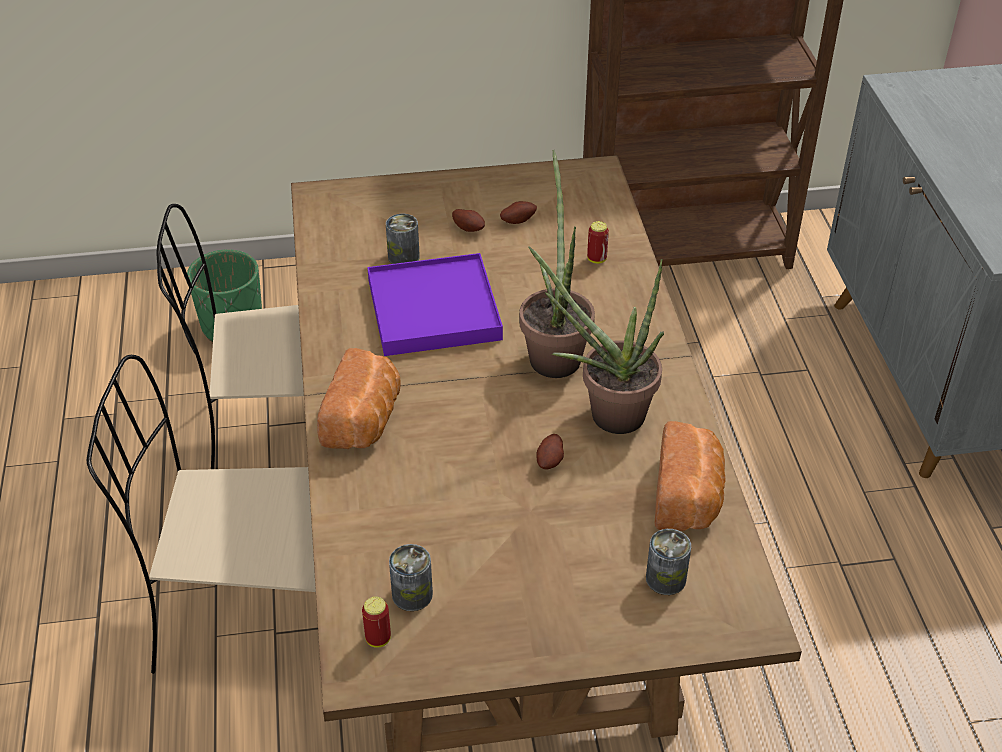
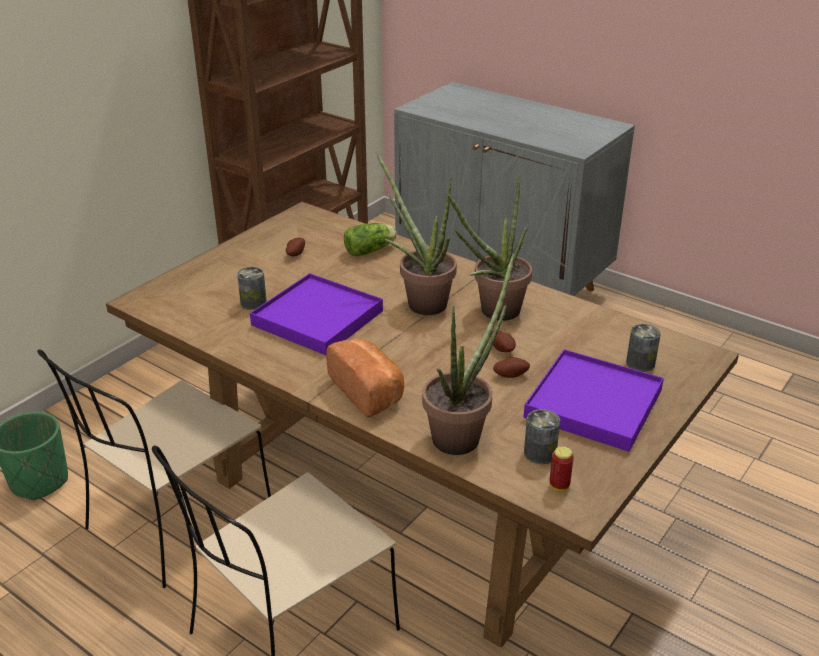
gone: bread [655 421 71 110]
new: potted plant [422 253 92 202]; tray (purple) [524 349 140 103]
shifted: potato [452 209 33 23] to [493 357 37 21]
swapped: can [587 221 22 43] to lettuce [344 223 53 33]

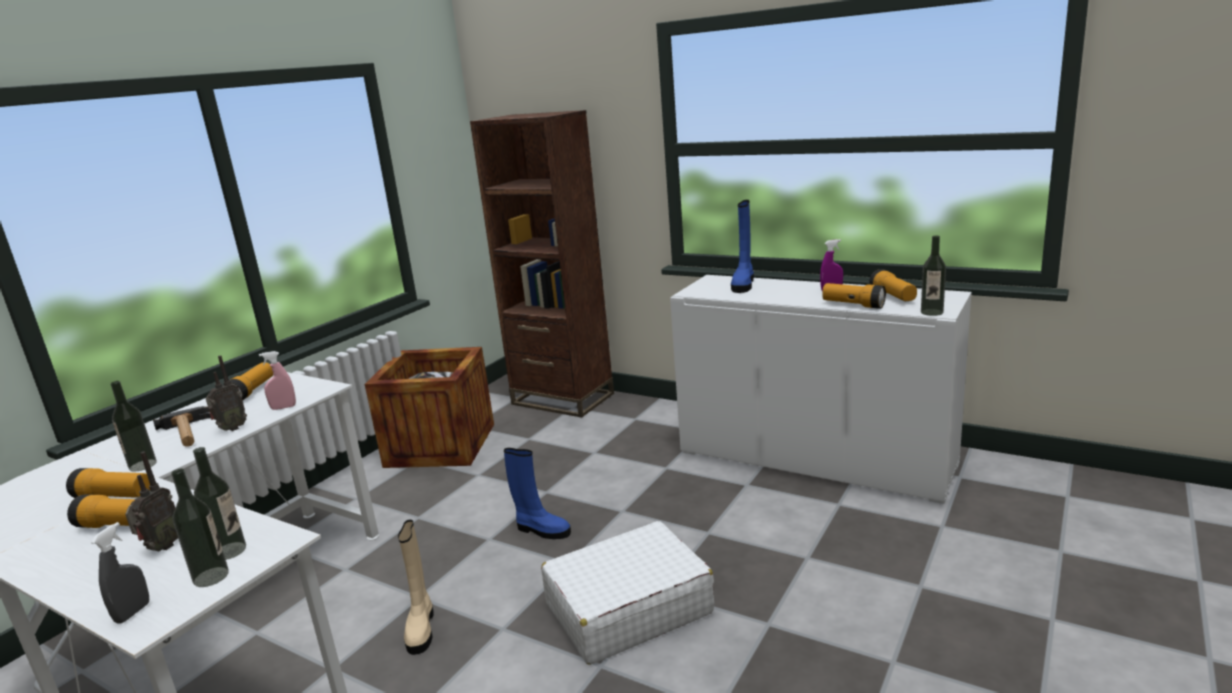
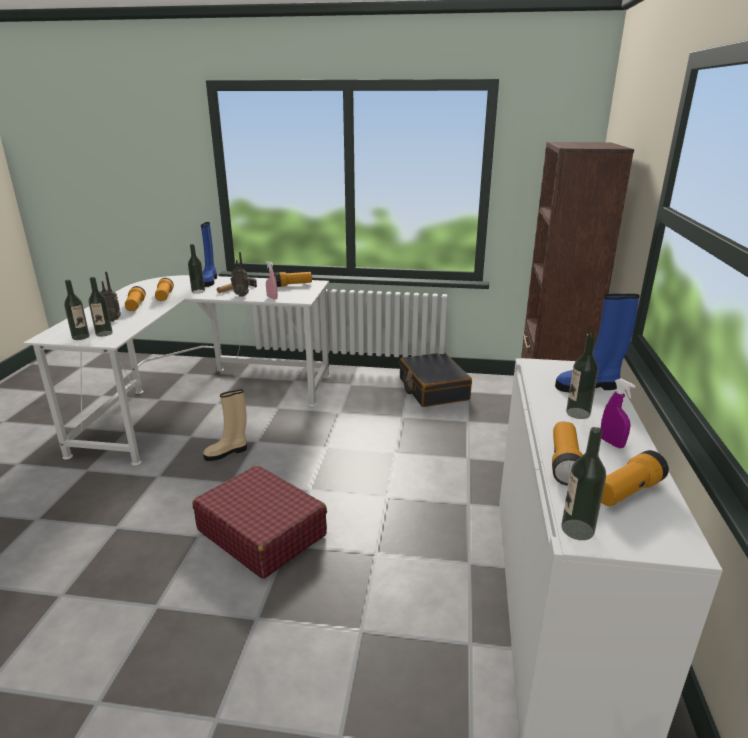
gone: spray bottle (grey) [91 522 58 102]
new: bottle [566 333 33 86]
shifted: boot (blue) [504 448 67 91] to [201 222 16 65]
swapped: crate [365 347 129 121] to suitcase (black) [399 353 73 54]
repainted: suitcase (white) [541 521 173 144] to suitcase (red) [193 465 134 114]

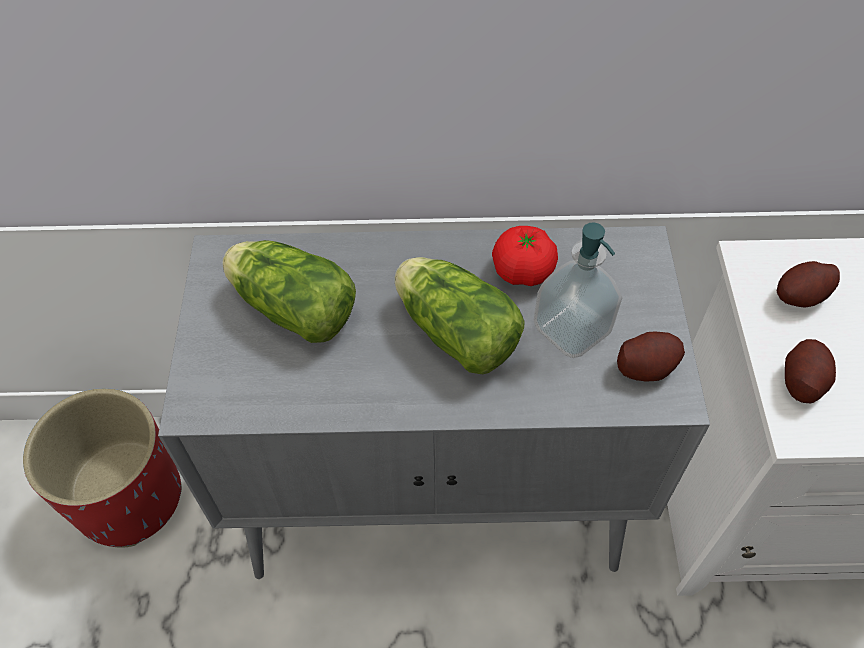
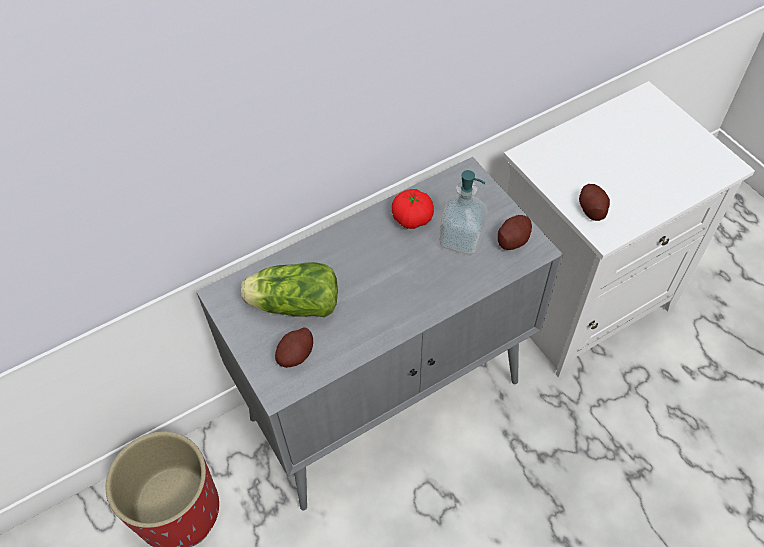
gone: lettuce [395 257 130 117]
shifted: potato [777 261 63 46] to [275 327 38 41]

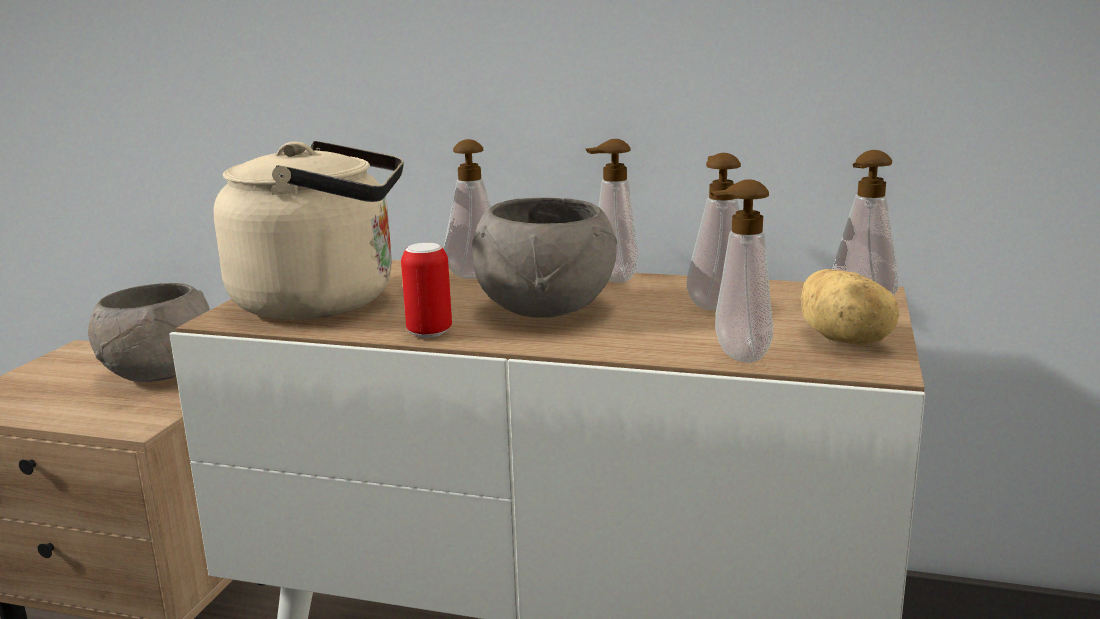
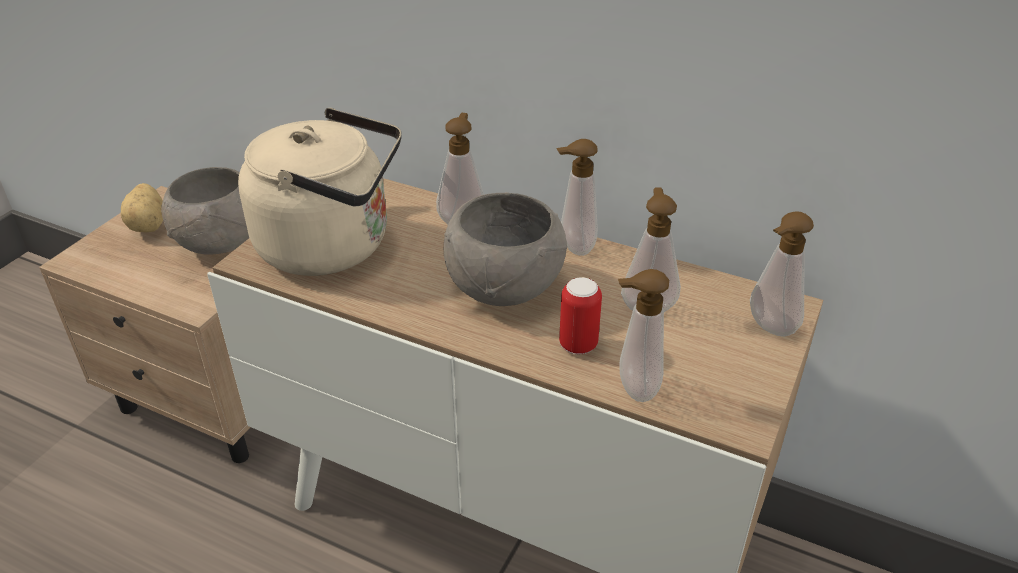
shifted: potato [801 269 98 76] to [121 183 42 50]; can [401 243 51 95] to [559 277 43 77]

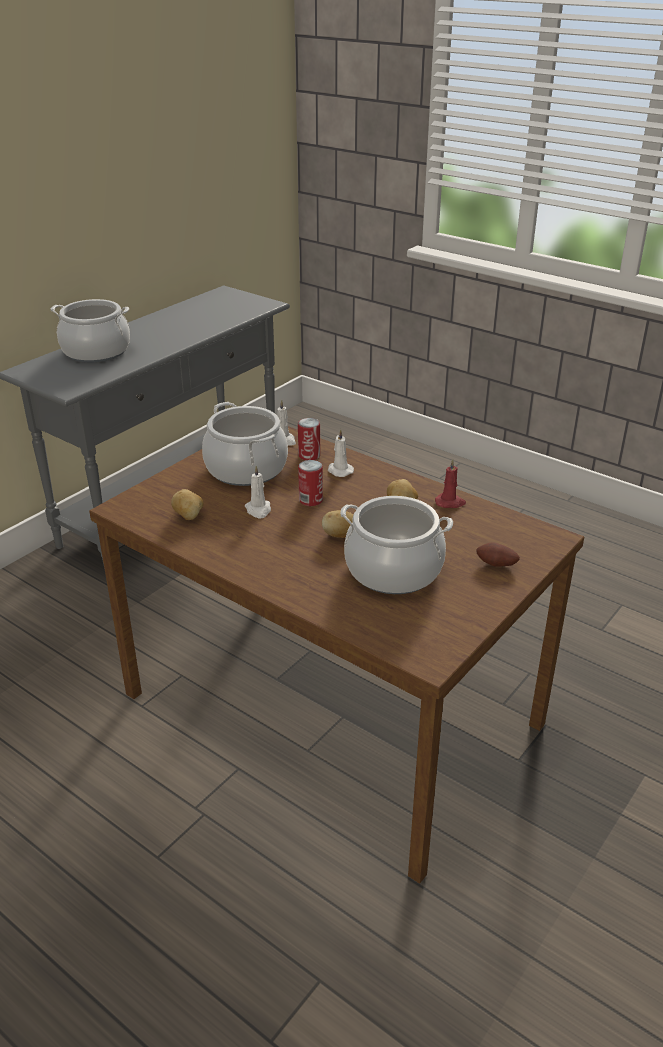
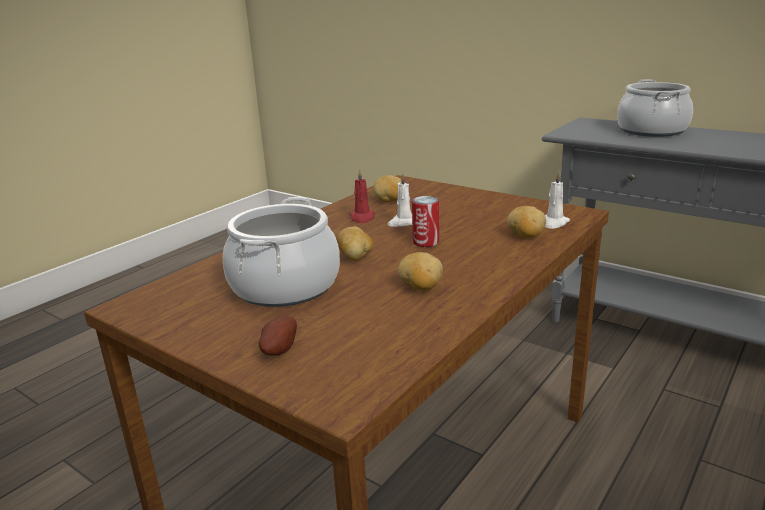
gone: cooking pot [202 402 86 84]; candle (white) [328 429 26 48]
shifted: candle (red) [435 459 31 49] to [350 169 25 54]
swapped: can [298 418 22 42] to potato [507 206 39 32]

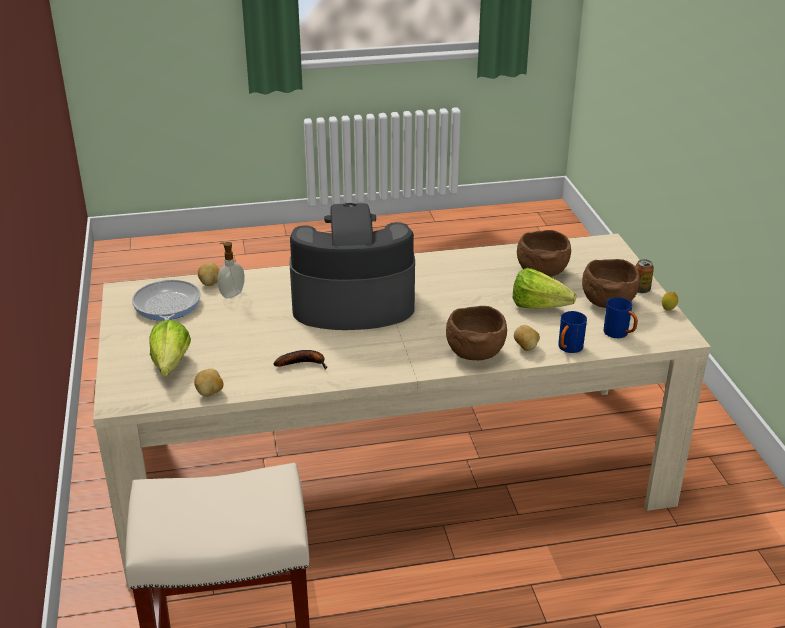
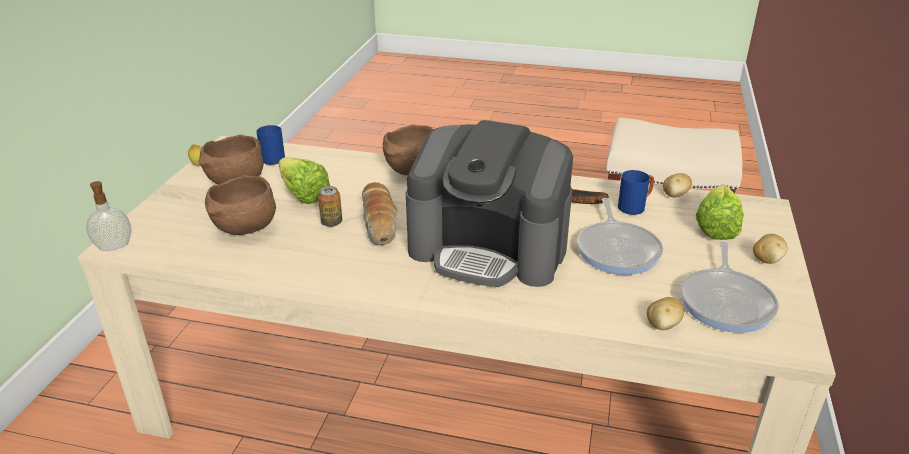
new: bread [362 182 35 63]; frying pan [577 198 86 77]
shifted: soap dispenser [217 242 28 57] to [86 181 45 70]; can [635 259 19 34] to [318 186 24 41]; mug (blue) [558 311 29 42] to [618 170 36 45]; potato [514 325 26 26] to [753 234 35 30]

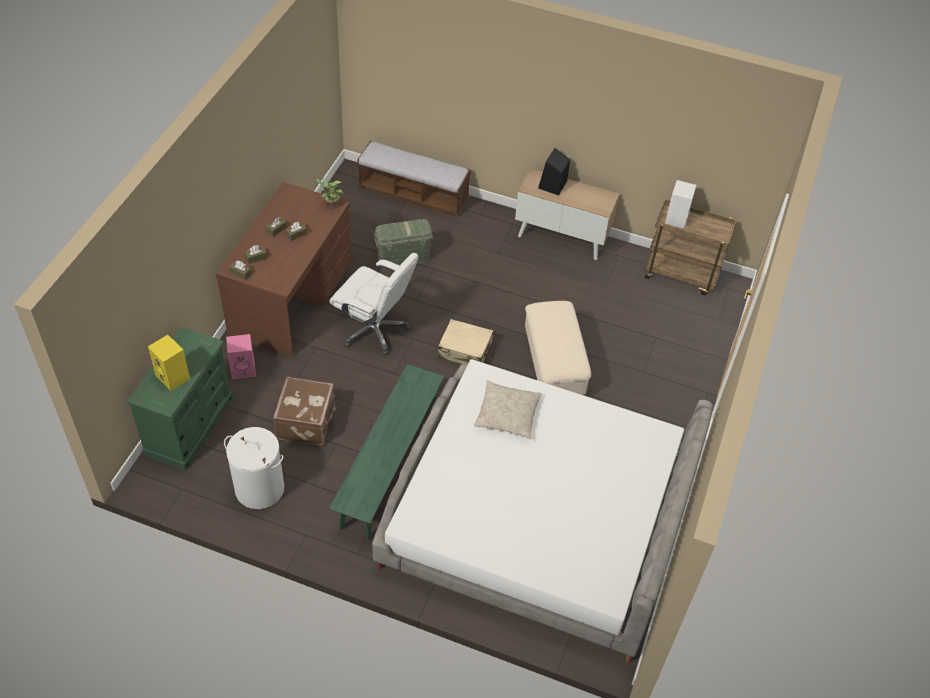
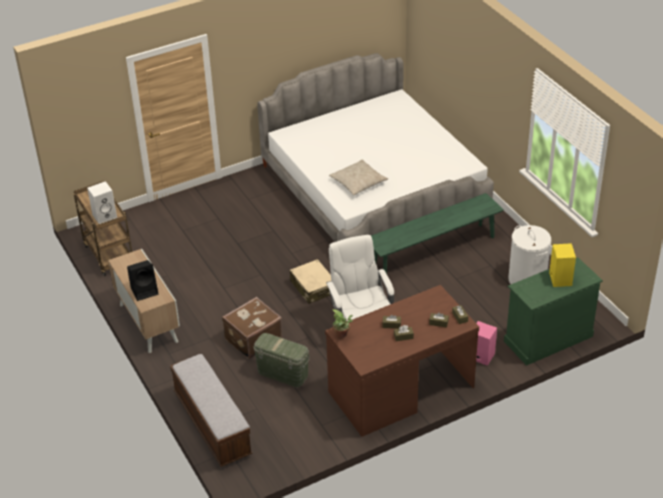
gone: ottoman (beige) [525 301 66 94]
shifted: suitcase (brown) [273 377 64 68] to [222 297 60 62]

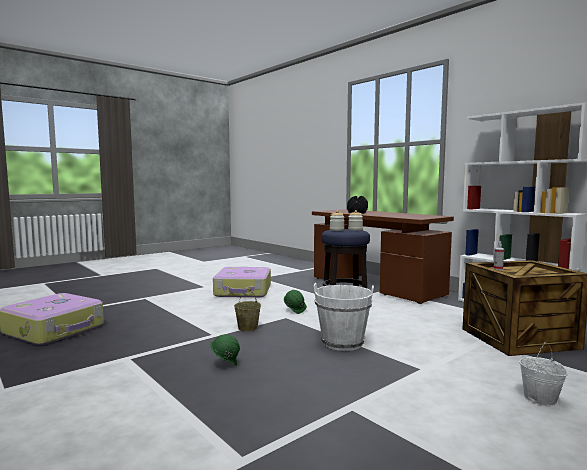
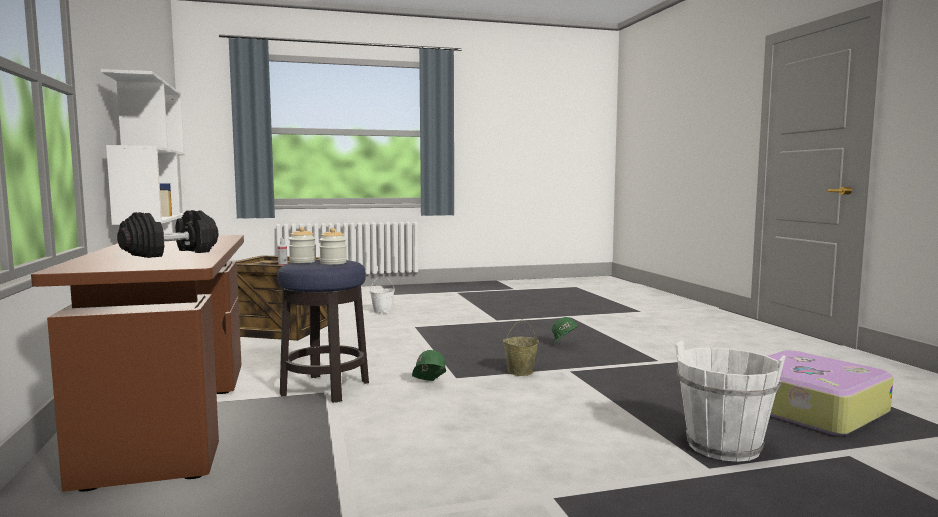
gone: suitcase [213 267 58 30]
shifted: bucket (white) [313 283 61 68] to [675 341 111 121]

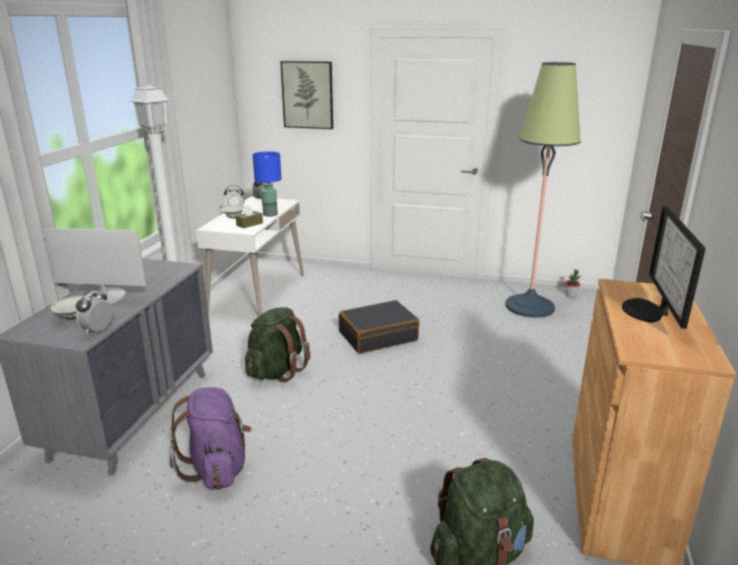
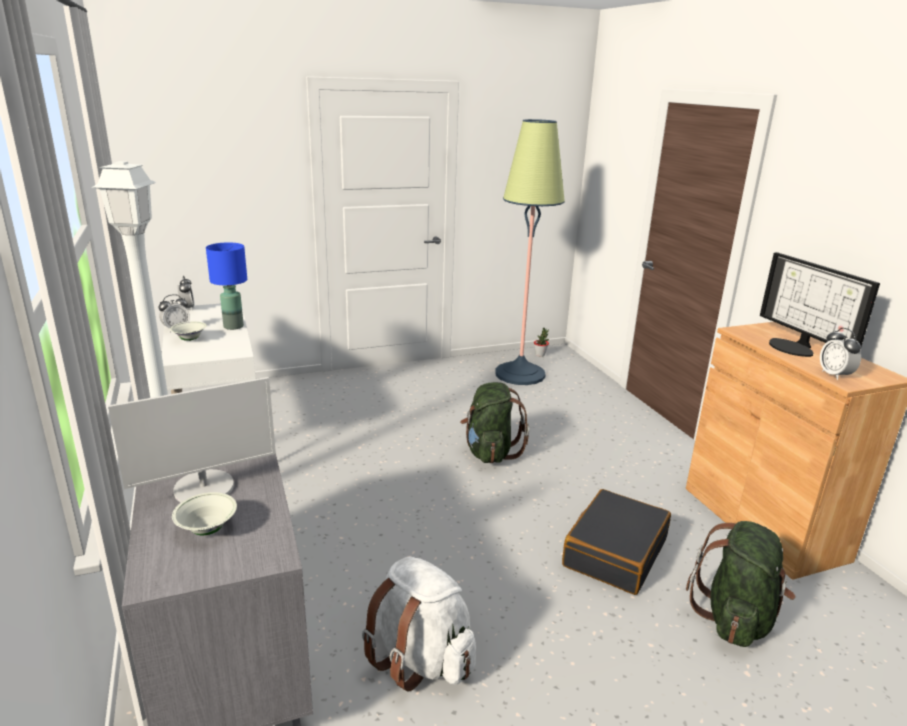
gone: tissue box (brown) [236 205 27 23]; picture [280 61 53 68]
shifted: backpack (green) [245 307 65 75] to [460 382 69 81]; suitcase (black) [339 300 80 54] to [562 489 109 106]; alarm clock [76 288 37 46] to [820 328 41 52]
repainted: backpack (purple) [170 387 82 103] to backpack (white) [362 556 114 136]

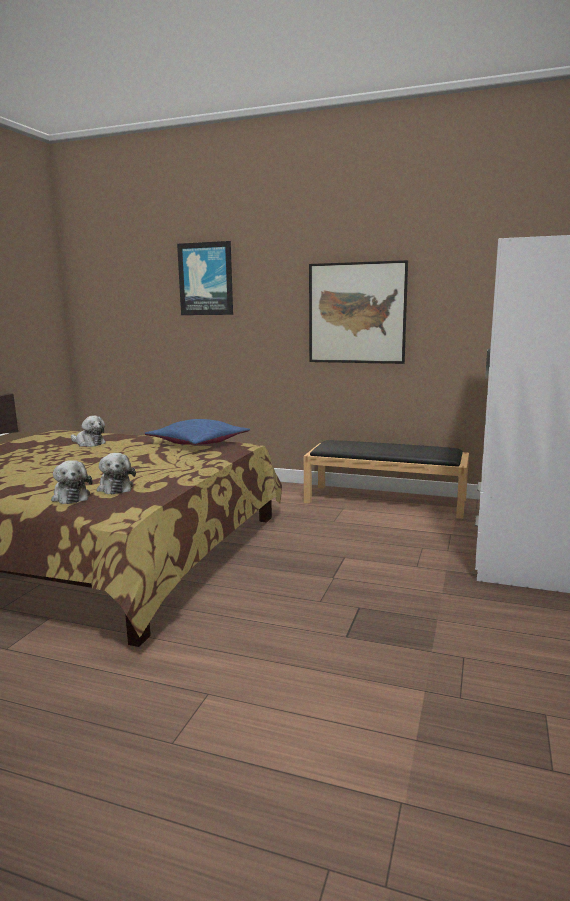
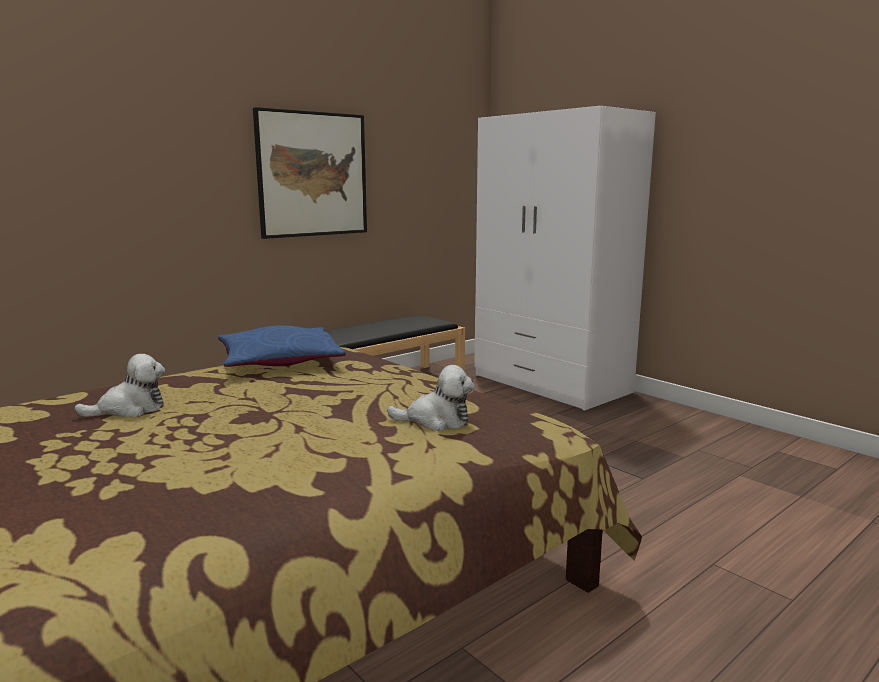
gone: plush toy [51 460 42 44]; picture [177 241 56 74]

